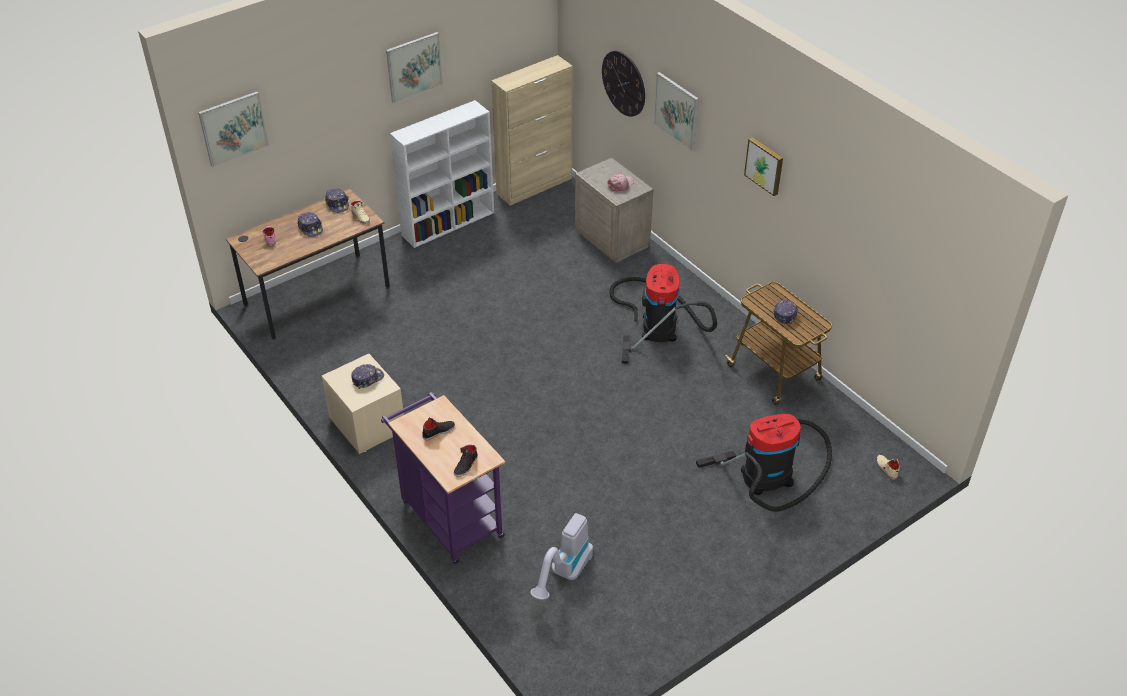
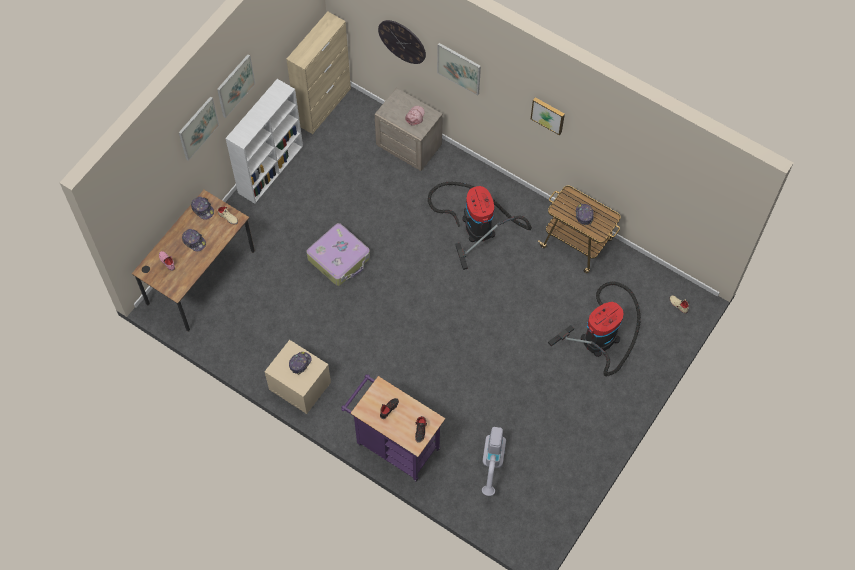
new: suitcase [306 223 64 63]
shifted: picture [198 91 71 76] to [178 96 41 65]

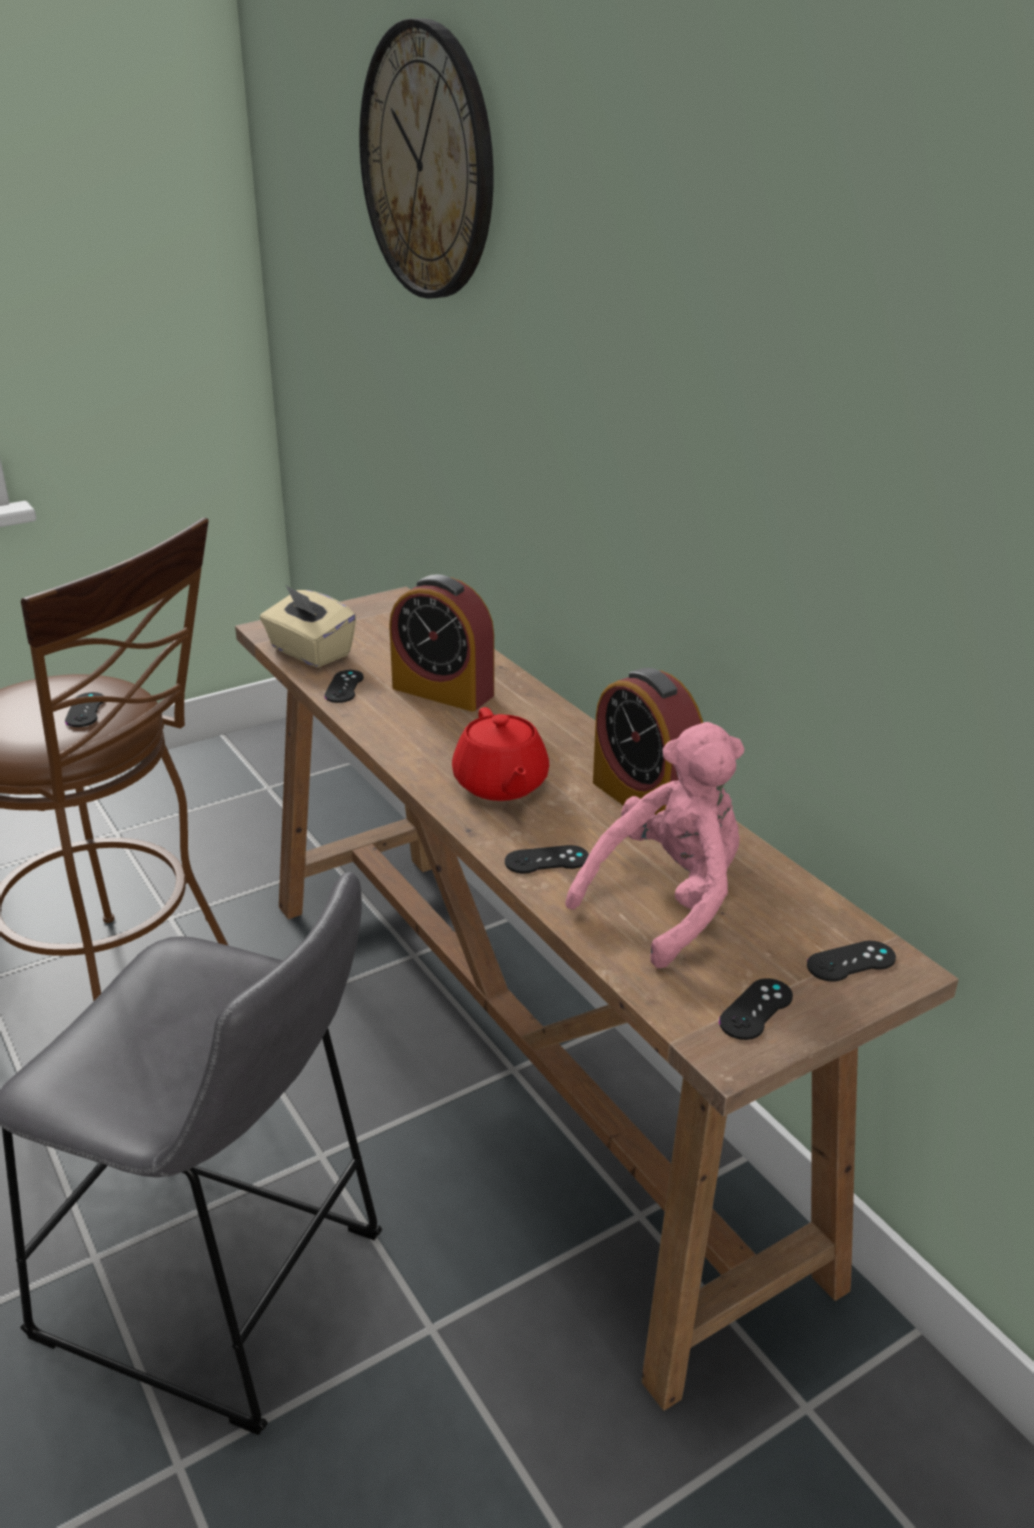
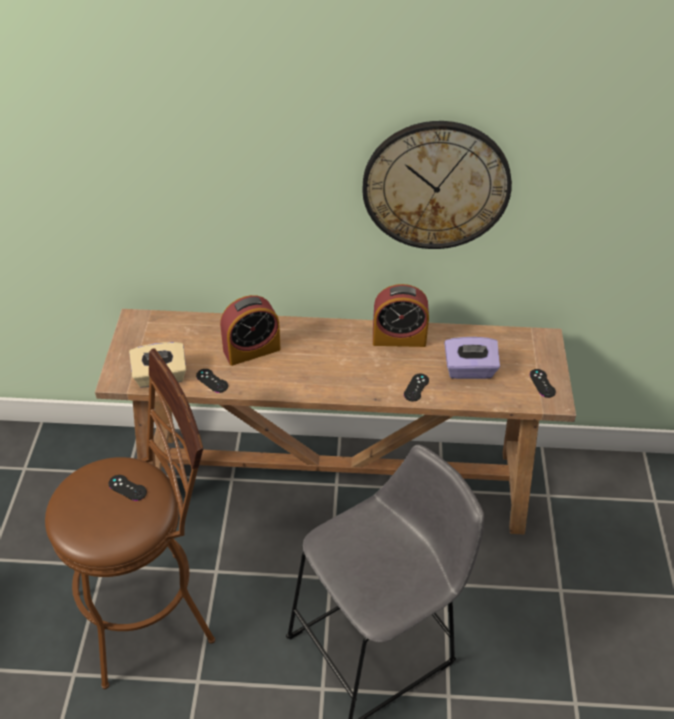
gone: teapot (red) [452 707 97 94]; game controller (black) [807 941 89 41]
shifted: wall clock [359 18 135 281] to [362 121 150 128]
swapped: plush toy (pink) [565 722 179 246] to tissue box (purple) [444 337 56 42]

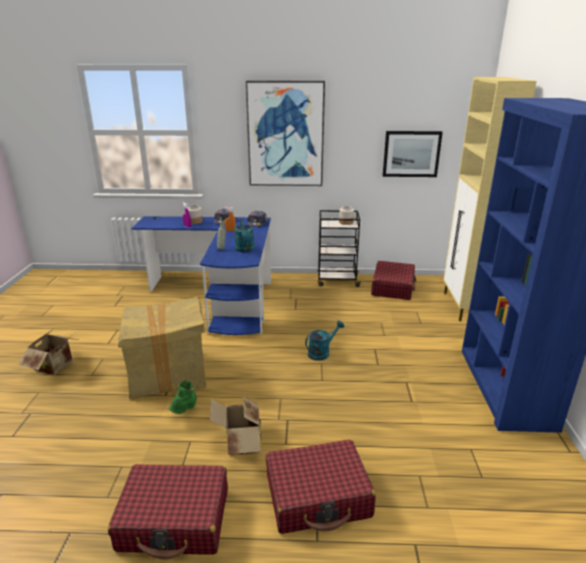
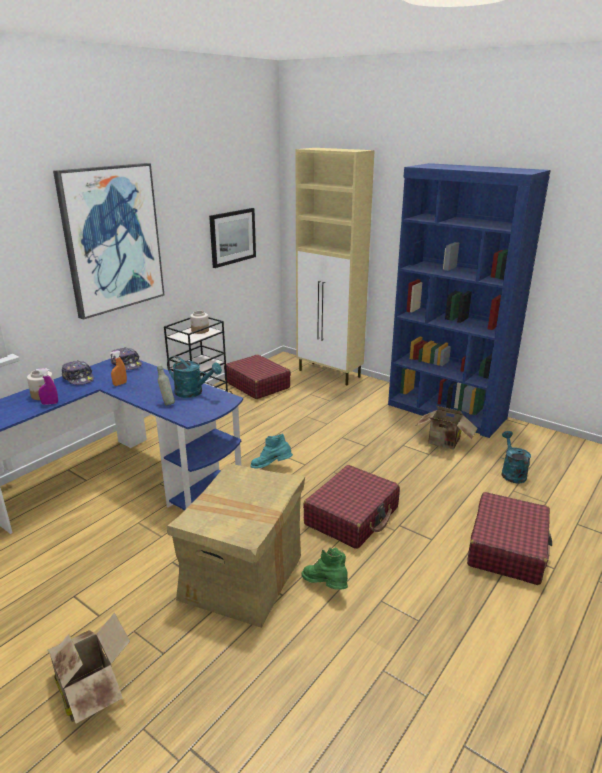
new: boot (turquoise) [250 434 43 35]
shifted: suitcase (red) [108 464 120 95] to [303 465 97 84]; cardboard box [210 396 52 59] to [416 406 61 43]; watering can (turquoise) [305 320 39 41] to [502 431 29 53]

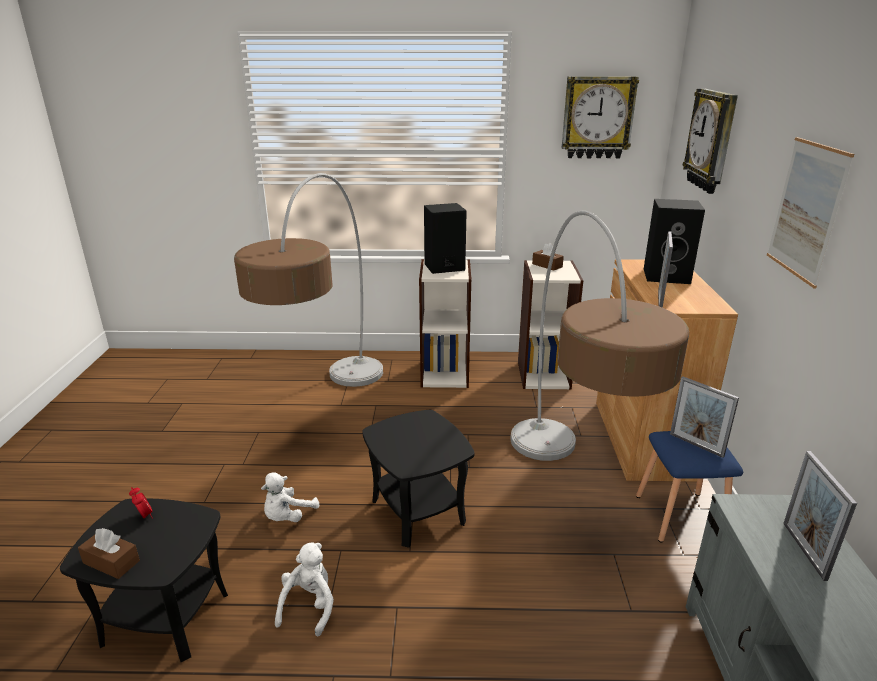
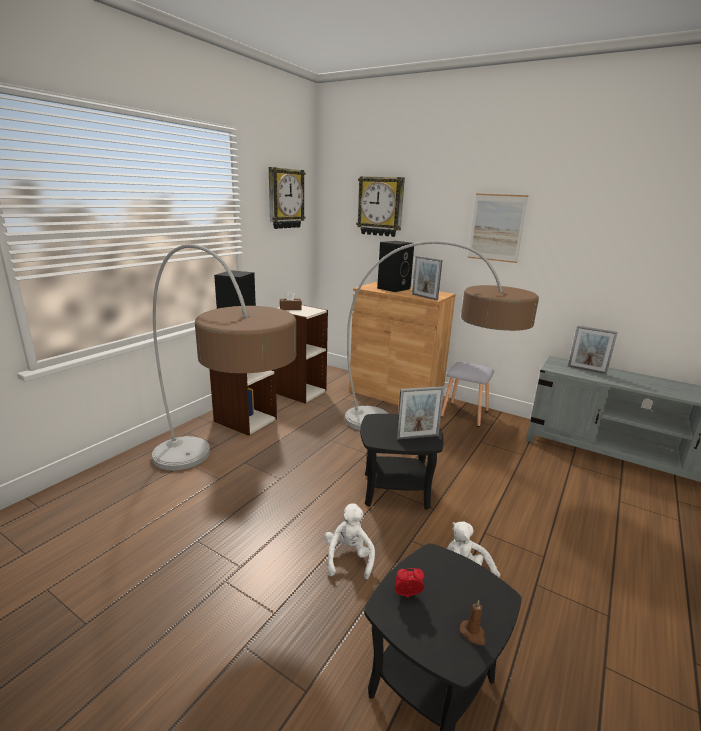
shifted: picture frame [670 376 69 82] to [396 386 48 54]
swapped: tissue box (brown) [78 528 62 51] to candle (brown) [460 600 25 45]
repainted: stool (blue) [636 431 107 111] to stool (grey) [441 362 53 65]
rotated: plush toy (white) [261 472 58 50] = [324 503 51 76] 150 degrees counterclockwise

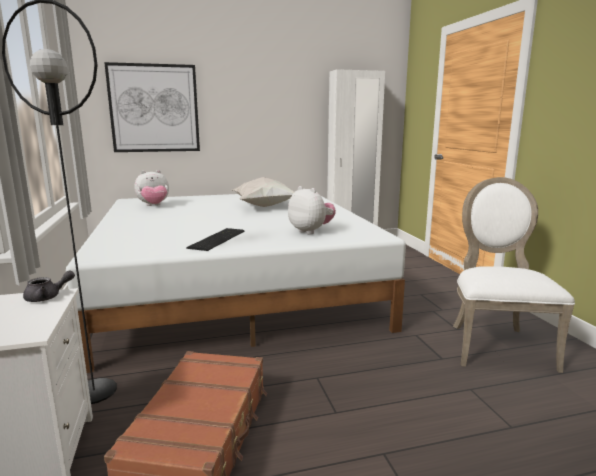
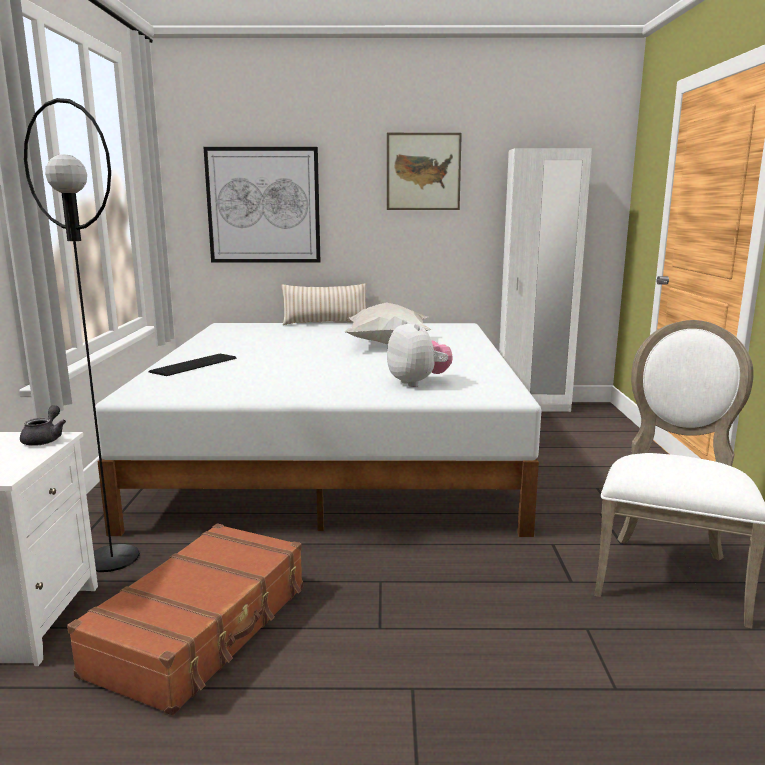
gone: plush toy [135 170 34 36]
new: pillow (beige) [281 283 85 42]; picture [387 133 75 77]
shifted: keyboard [186 228 58 23] to [148 354 88 22]
rotated: teapot (grey) [23 270 52 32] = [20 405 46 41] 75 degrees counterclockwise

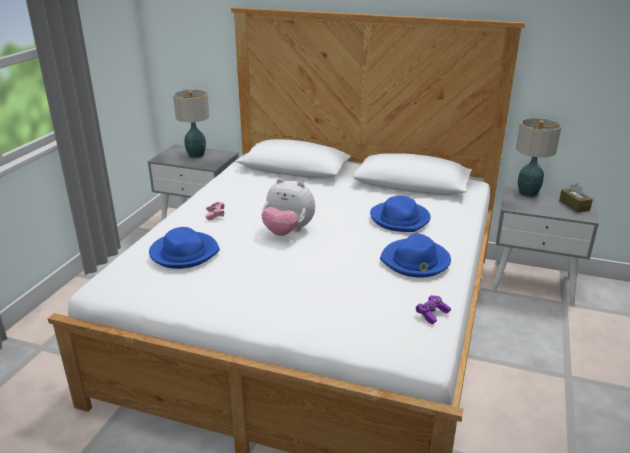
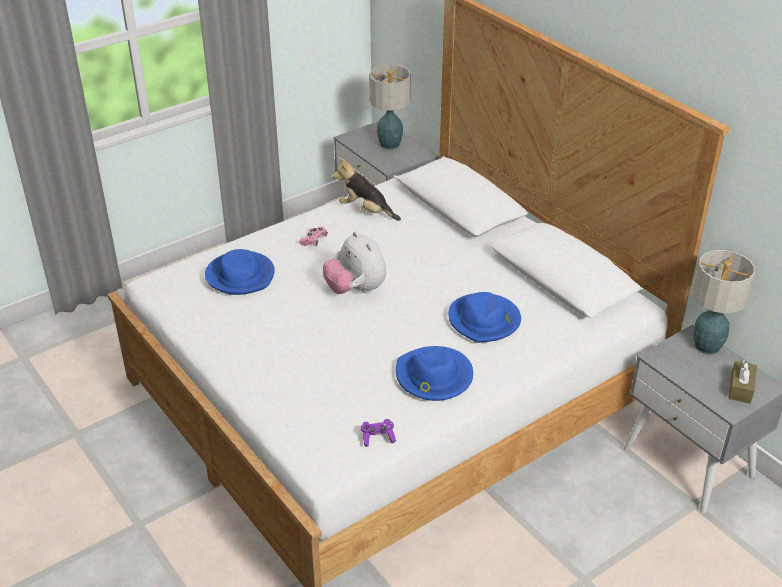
new: plush toy [333 158 68 63]

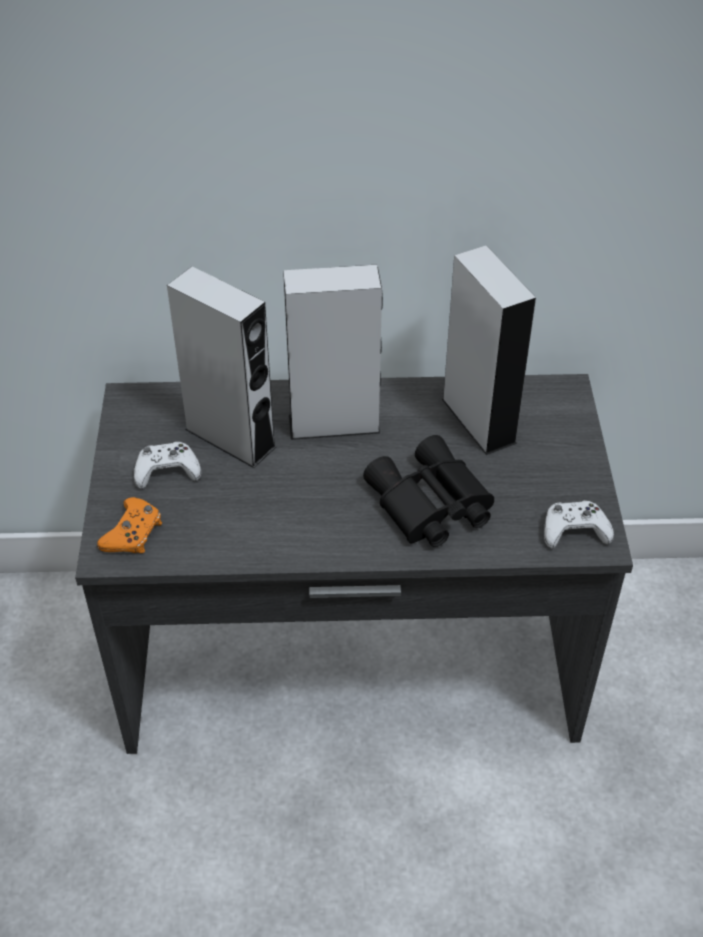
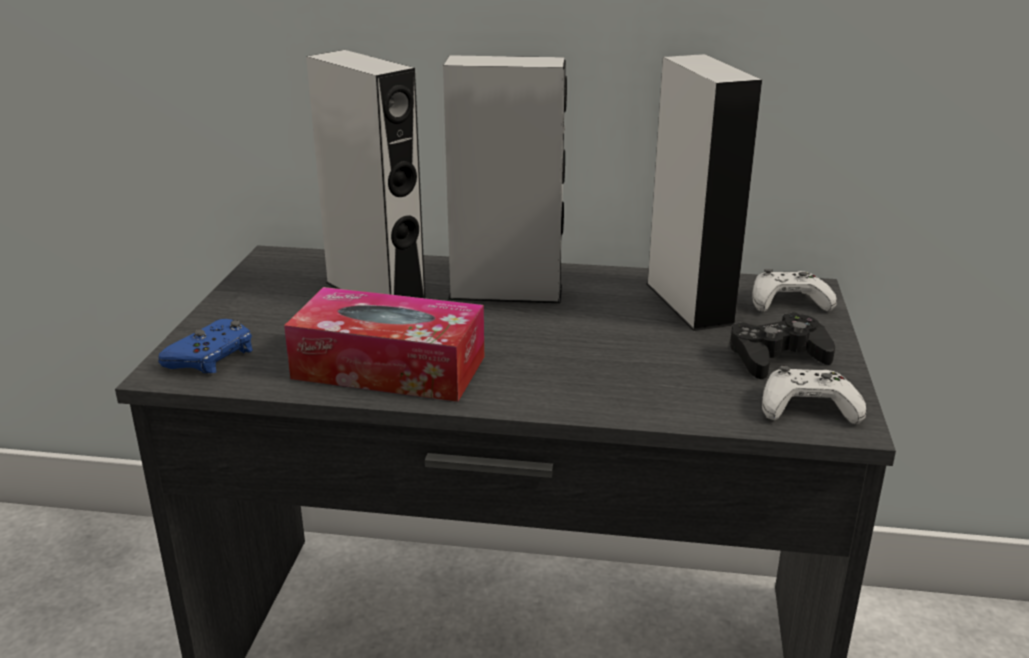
gone: binoculars (black) [363 435 131 112]
new: tissue box [284 287 200 115]; game controller (black) [729 312 106 67]
shifted: game controller (white) [134 442 67 47] to [752 269 85 43]
repainted: game controller (orange) [97 497 65 56] to game controller (blue) [158 319 95 54]

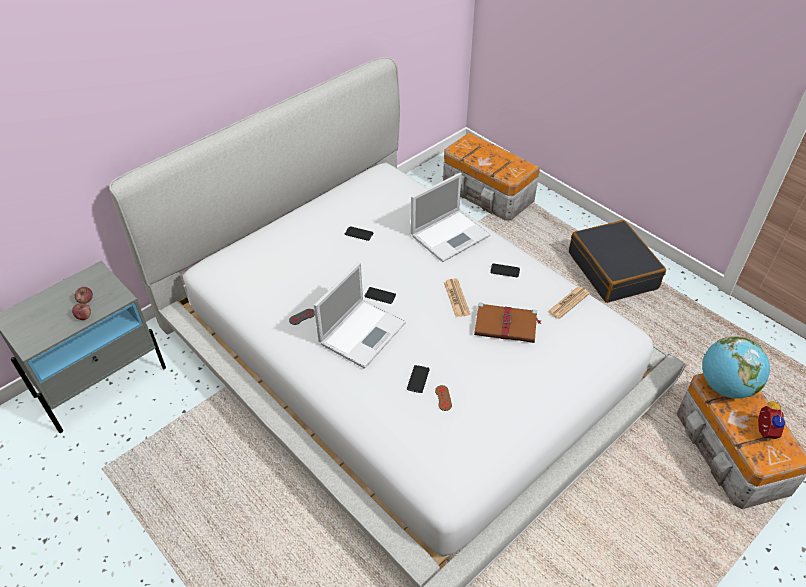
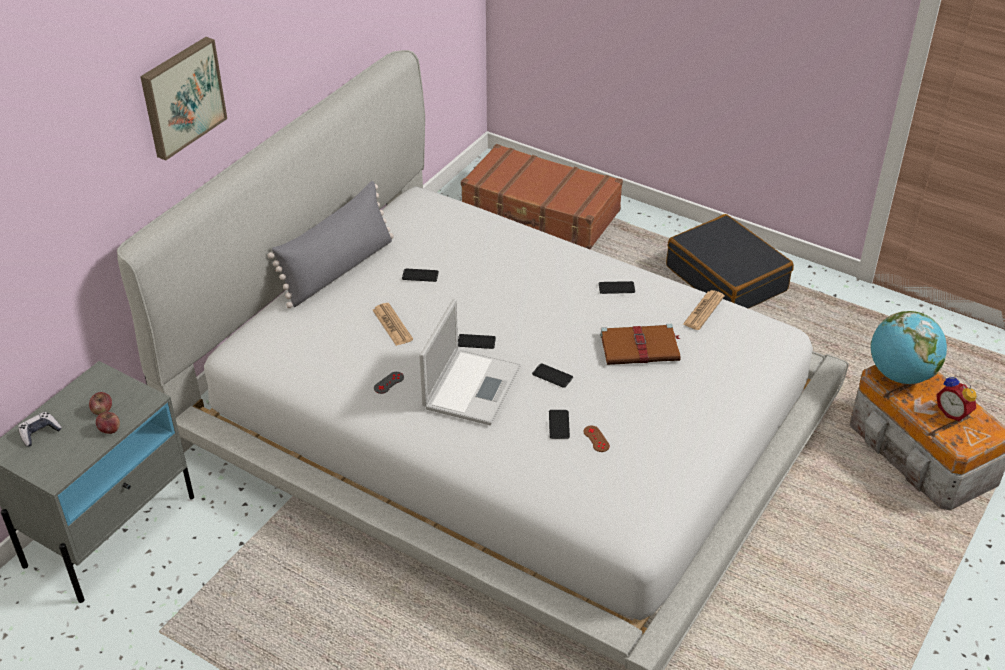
gone: laptop [411 173 79 89]
new: game controller [18 412 44 35]; picture [140 37 87 124]; pillow (grey) [267 181 127 127]; phone [532 363 41 25]
shifted: newspaper [444 278 26 39] to [373 303 40 43]
swapped: storage box [443 132 97 89] to suitcase (brown) [461 144 162 105]
rotated: alarm clock [758 401 28 40] = [936 375 41 47] 150 degrees clockwise

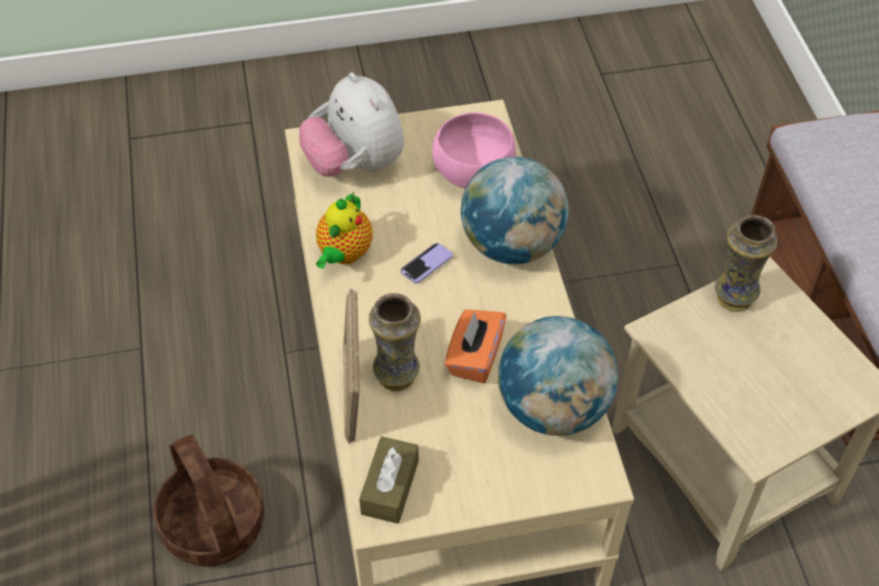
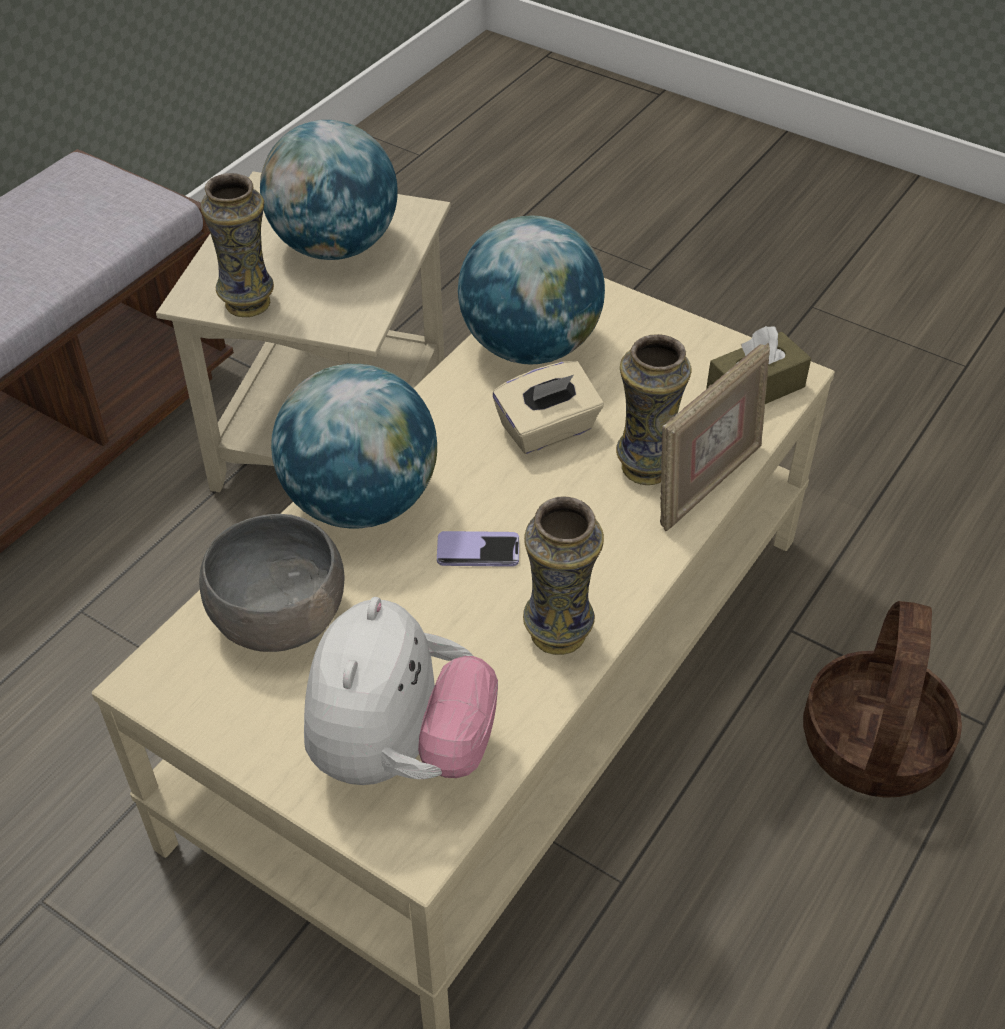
new: globe [260 120 138 140]
swapped: teapot [316 192 57 77] to vase [523 497 81 158]
repainted: bowl (pink) [432 112 84 77] to bowl (grey) [199 514 146 138]; tissue box (orange) [445 309 61 74] to tissue box (beige) [493 361 111 93]

